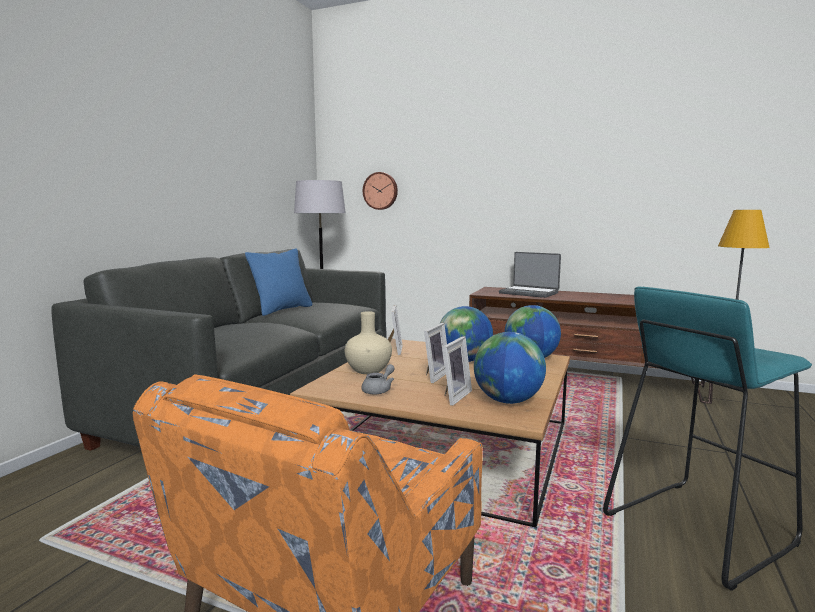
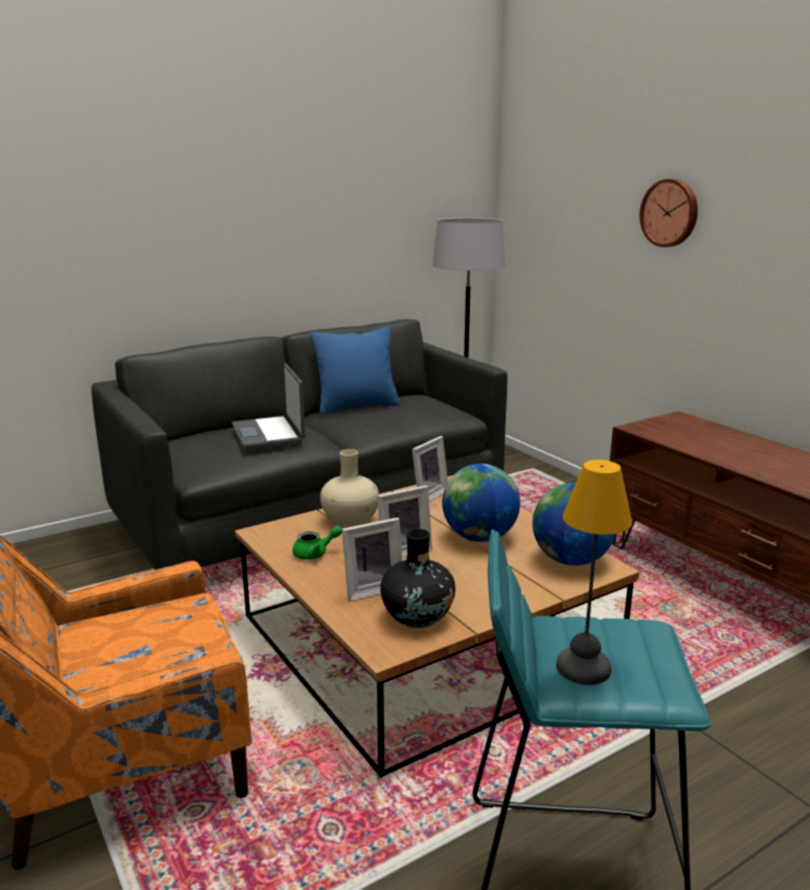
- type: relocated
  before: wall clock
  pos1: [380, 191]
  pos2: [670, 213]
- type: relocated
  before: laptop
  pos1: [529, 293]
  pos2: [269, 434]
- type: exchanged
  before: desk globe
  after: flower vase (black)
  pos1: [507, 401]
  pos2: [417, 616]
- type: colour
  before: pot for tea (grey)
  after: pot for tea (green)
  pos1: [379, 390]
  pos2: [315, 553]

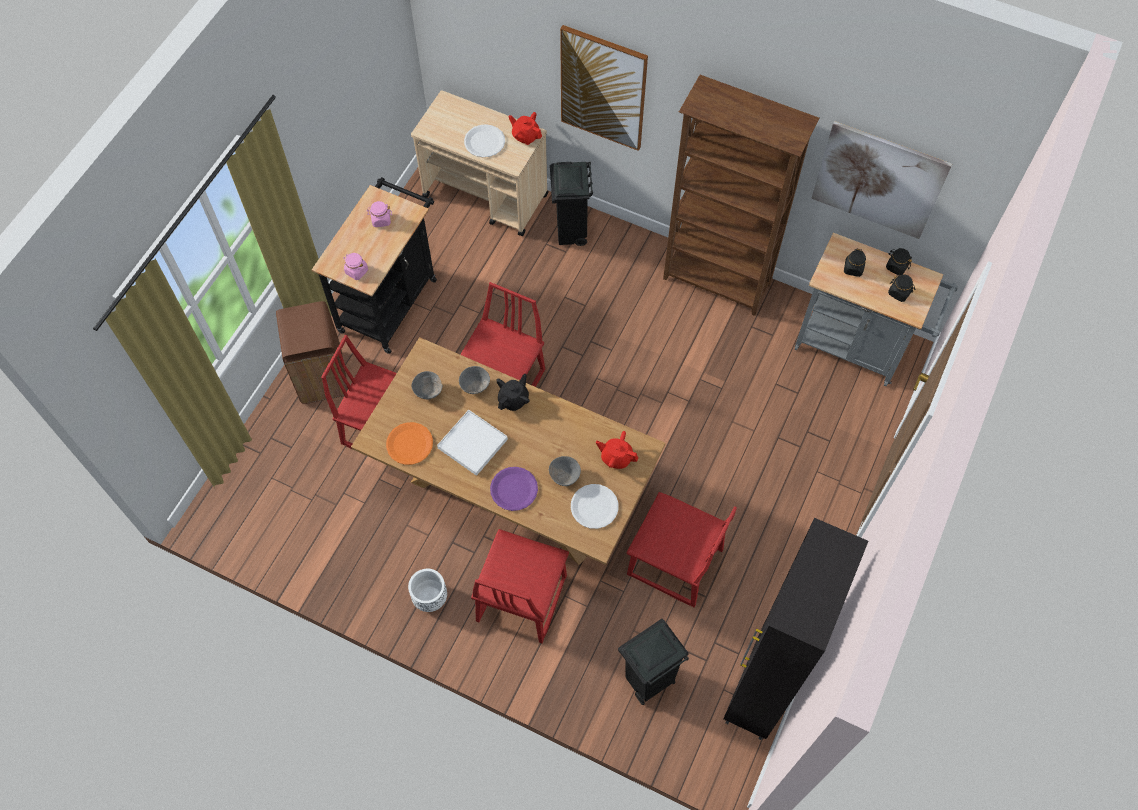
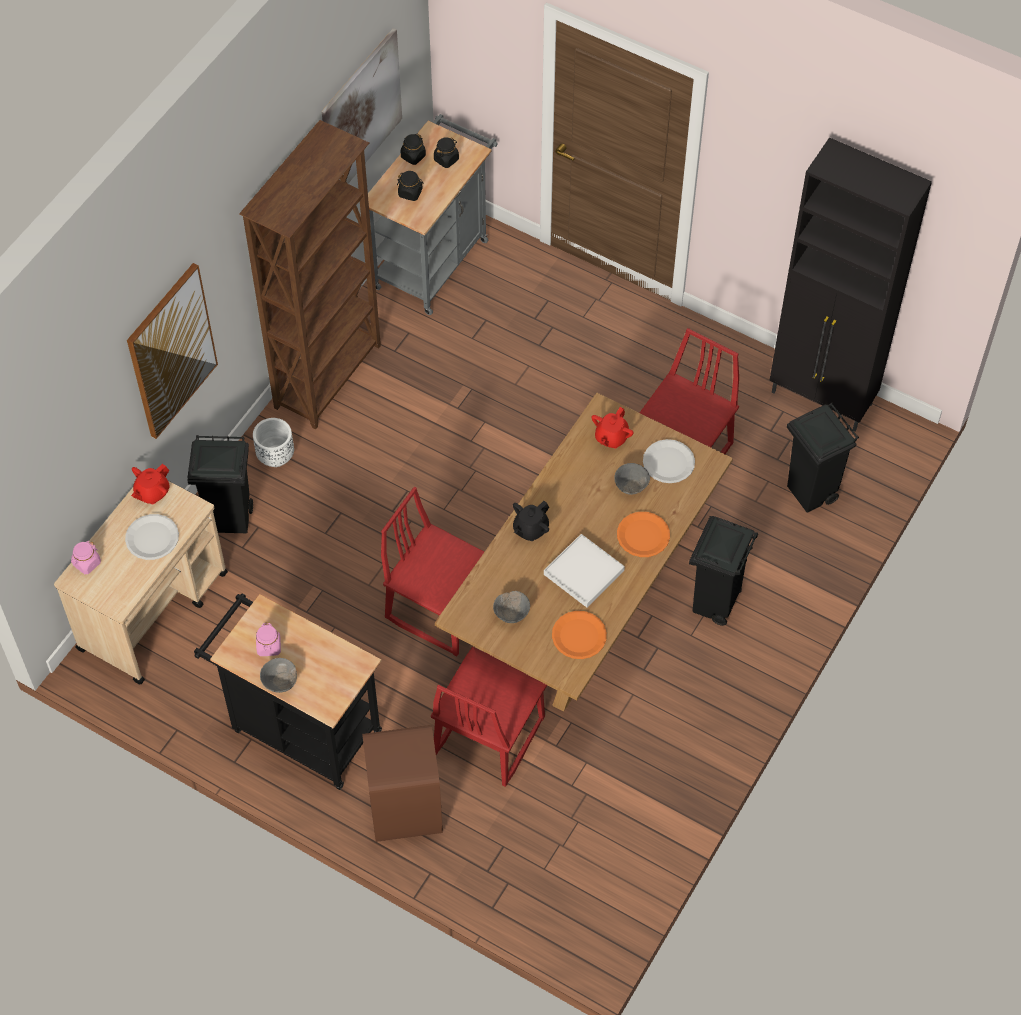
- type: relocated
  before: jar (pinkish)
  pos1: [356, 271]
  pos2: [86, 563]
- type: relocated
  before: serving bowl (grey)
  pos1: [475, 387]
  pos2: [280, 683]
- type: spun
  before: pot for tea (black)
  pos1: [513, 399]
  pos2: [530, 529]
  turn: -90
- type: colour
  before: dinner plate (purplish)
  after: dinner plate (orangey)
  pos1: [514, 489]
  pos2: [643, 535]
- type: exchanged
  before: upright chair (red-coloured)
  after: trash can (black)
  pos1: [520, 598]
  pos2: [714, 604]
- type: relocated
  before: plant pot (white-coloured)
  pos1: [430, 598]
  pos2: [276, 456]

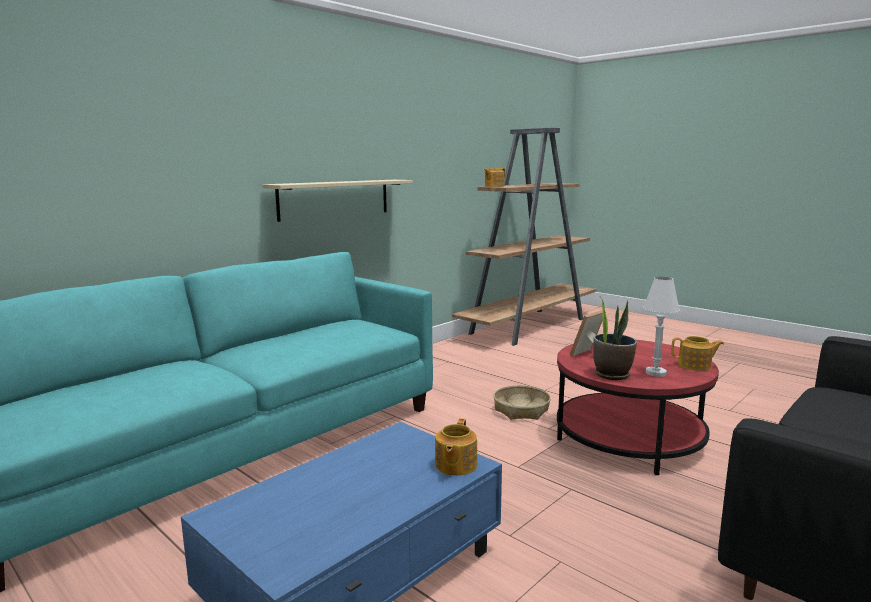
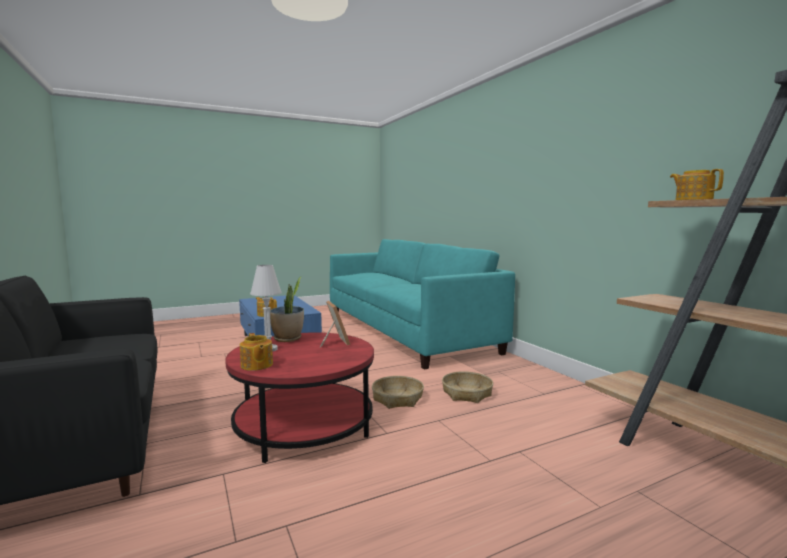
- type: missing
  before: bracket shelf (beige-coloured)
  pos1: [335, 199]
- type: spun
  before: pot for tea
  pos1: [695, 365]
  pos2: [256, 365]
  turn: -60
- type: appeared
  after: storage basket
  pos2: [467, 393]

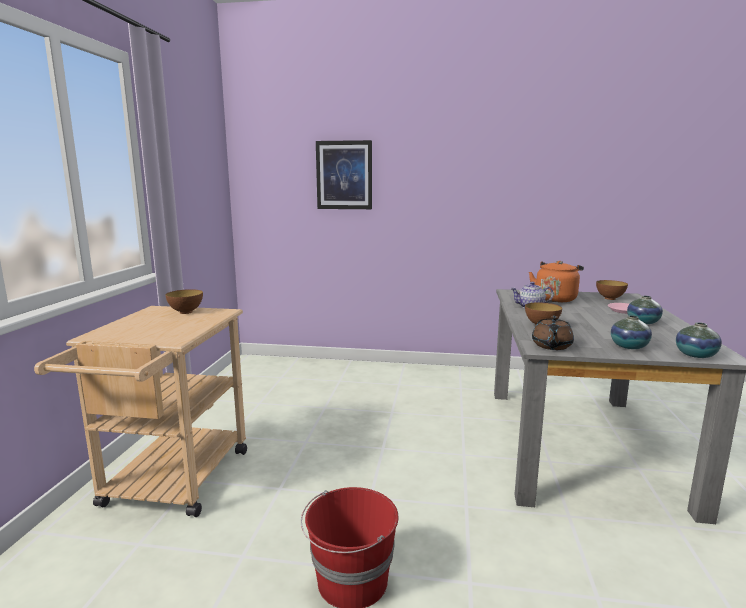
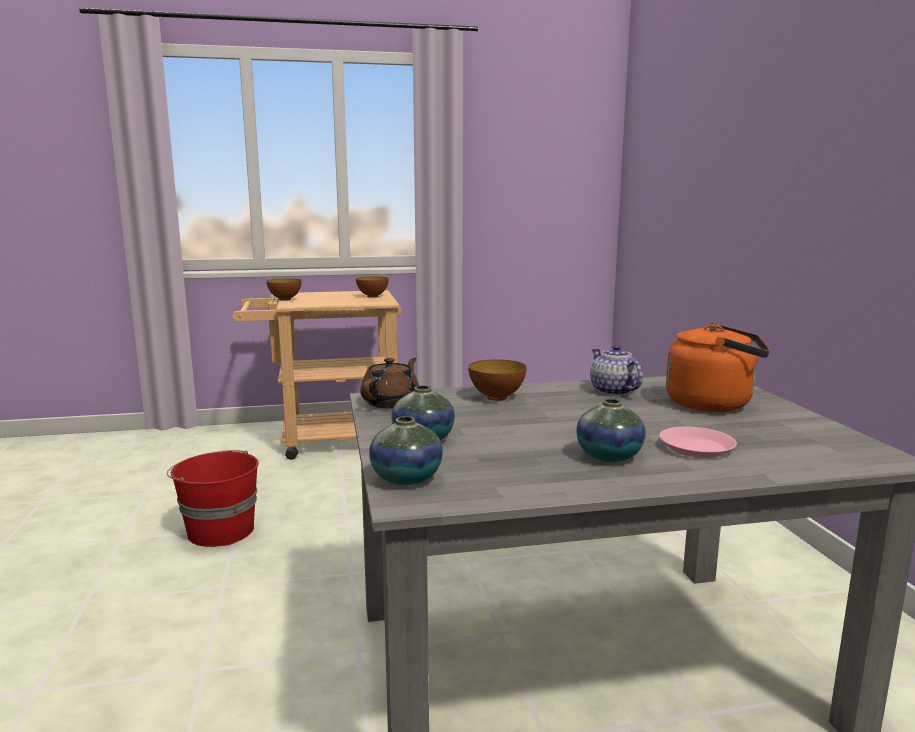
- type: missing
  before: wall picture
  pos1: [344, 175]
- type: relocated
  before: serving bowl
  pos1: [610, 298]
  pos2: [285, 299]
- type: spun
  before: pot for tea (brown-coloured)
  pos1: [551, 346]
  pos2: [391, 402]
  turn: 120

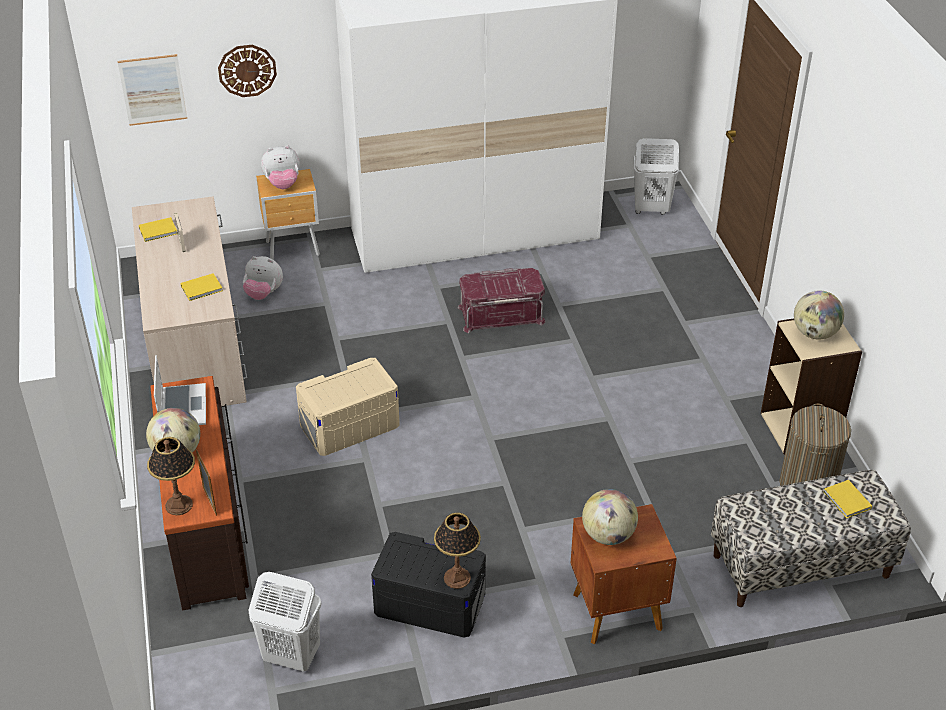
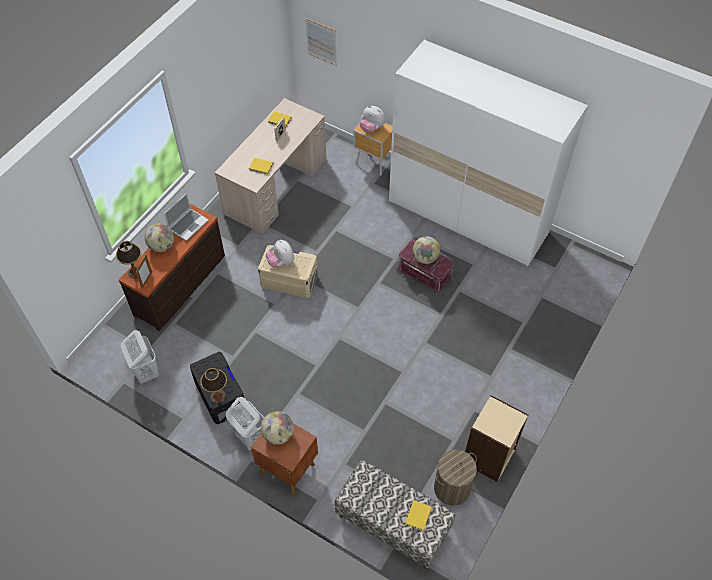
- type: missing
  before: wall clock
  pos1: [247, 70]
- type: relocated
  before: hamper (white-coloured)
  pos1: [651, 209]
  pos2: [249, 436]
- type: relocated
  before: soft toy
  pos1: [263, 293]
  pos2: [281, 262]
- type: relocated
  before: desk globe
  pos1: [814, 333]
  pos2: [425, 258]

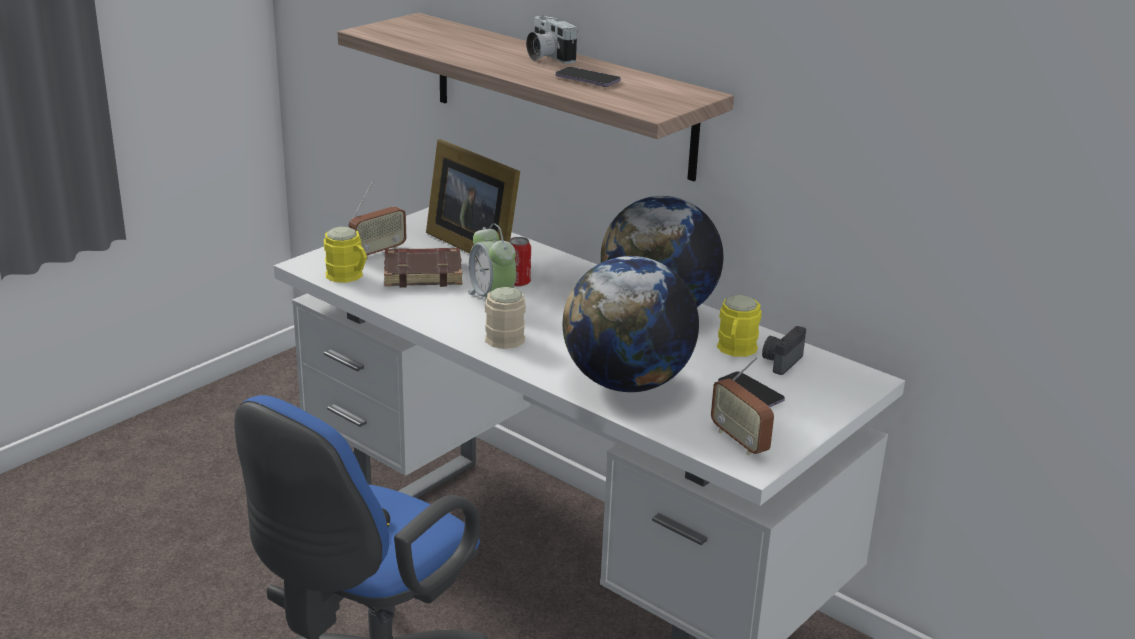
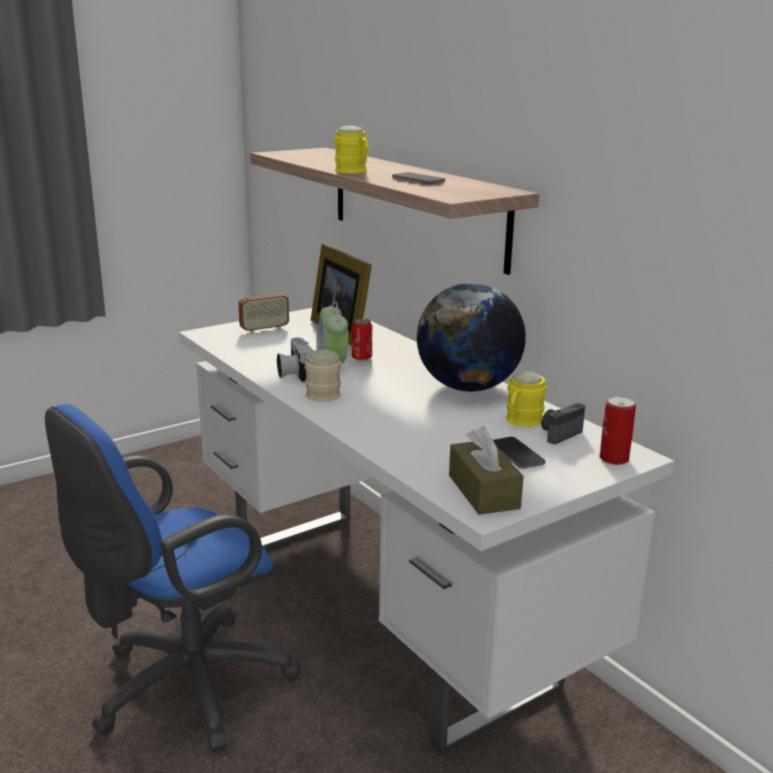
- type: relocated
  before: still camera
  pos1: [546, 57]
  pos2: [294, 374]
- type: relocated
  before: mug (yellow-coloured)
  pos1: [349, 276]
  pos2: [354, 171]
- type: missing
  before: book (brown-coloured)
  pos1: [423, 273]
- type: missing
  before: desk globe
  pos1: [627, 383]
- type: exchanged
  before: radio
  after: box of tissues (brown-coloured)
  pos1: [739, 441]
  pos2: [483, 492]
- type: appeared
  after: can
  pos2: [614, 459]

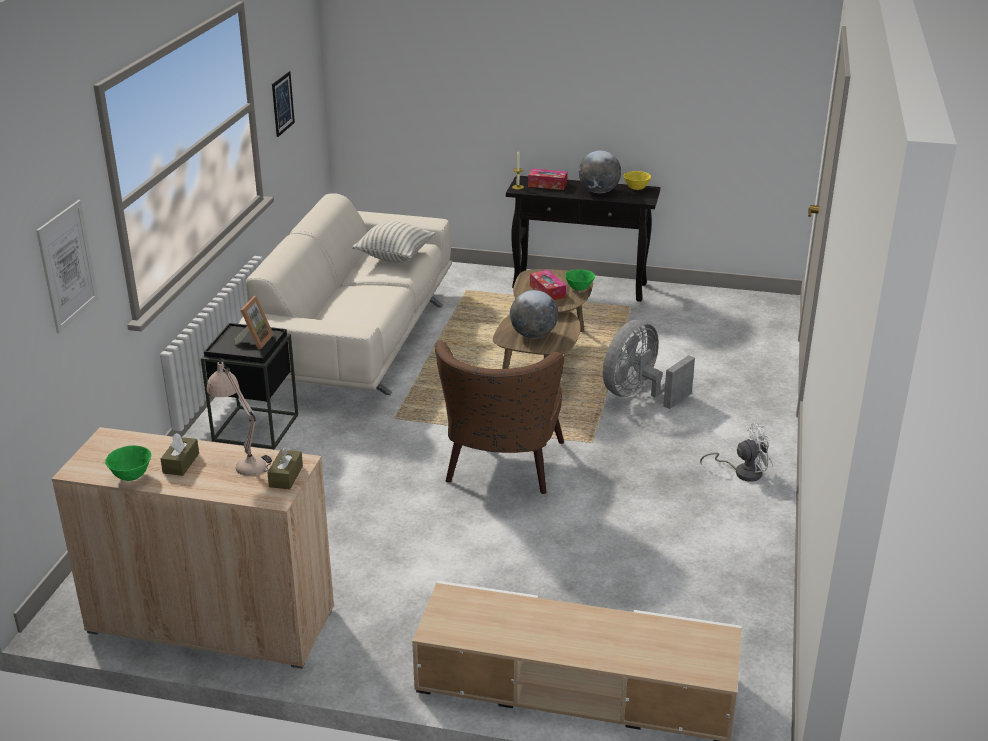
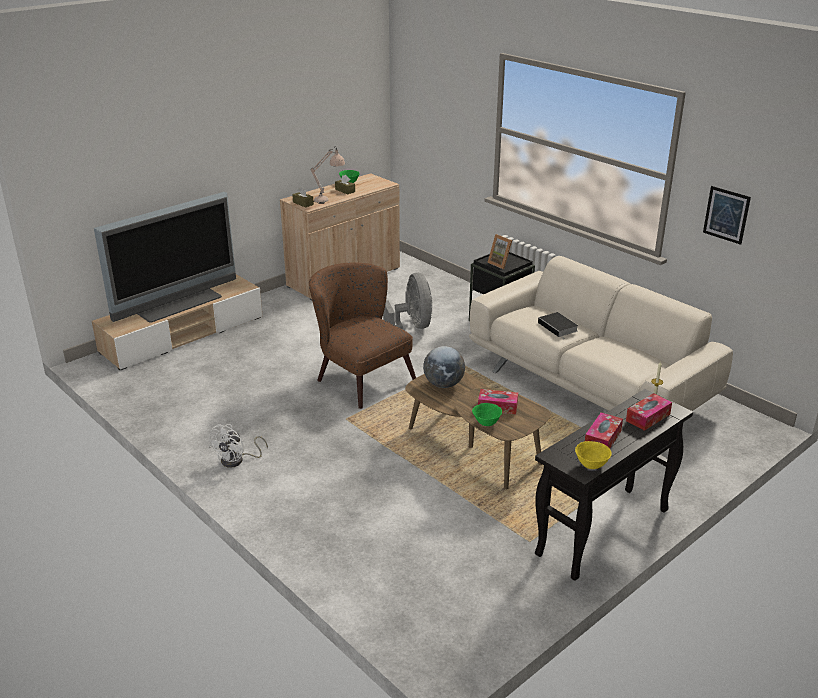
- type: exchanged
  before: desk globe
  after: box of tissues
  pos1: [598, 192]
  pos2: [602, 438]
- type: missing
  before: wall picture
  pos1: [67, 266]
- type: missing
  before: throw pillow
  pos1: [395, 256]
- type: relocated
  before: fan (grey)
  pos1: [639, 395]
  pos2: [412, 327]
- type: appeared
  after: TV set
  pos2: [178, 303]
- type: appeared
  after: book
  pos2: [558, 327]

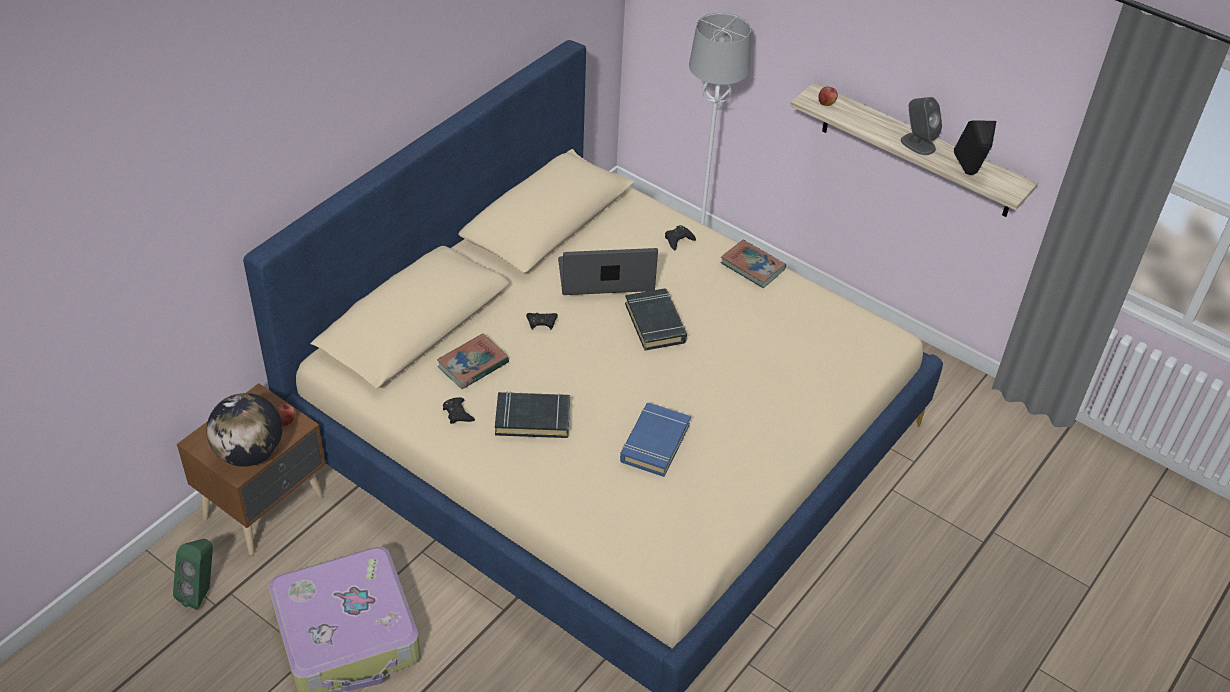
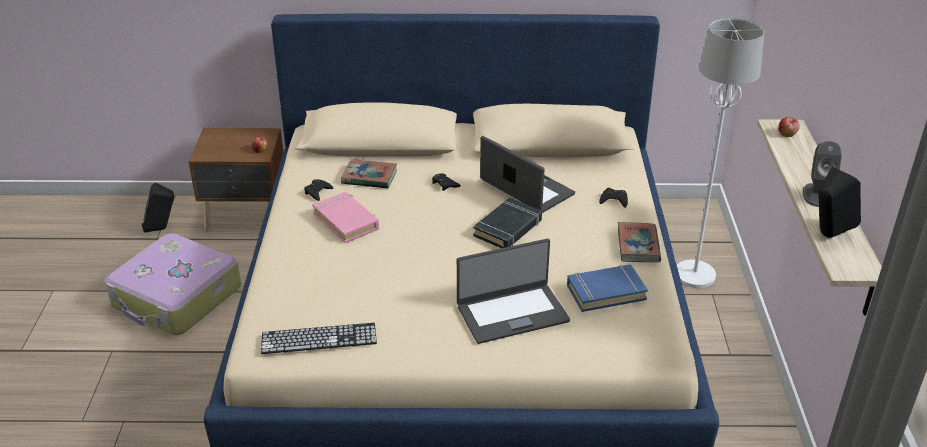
- type: colour
  before: book (black)
  after: book (pinkish)
  pos1: [533, 419]
  pos2: [346, 221]
- type: missing
  before: desk globe
  pos1: [250, 453]
- type: relocated
  before: book (blue)
  pos1: [654, 443]
  pos2: [605, 292]
- type: colour
  before: loudspeaker (green)
  after: loudspeaker (black)
  pos1: [202, 592]
  pos2: [162, 229]
- type: appeared
  after: laptop
  pos2: [512, 313]
- type: appeared
  after: computer keyboard
  pos2: [319, 338]

